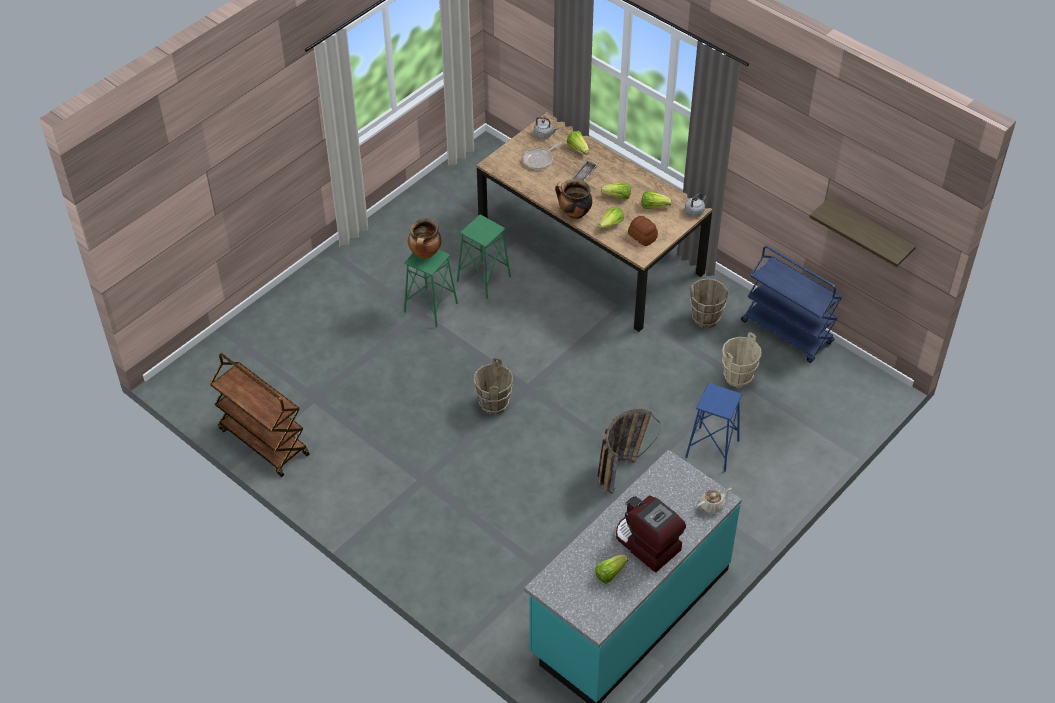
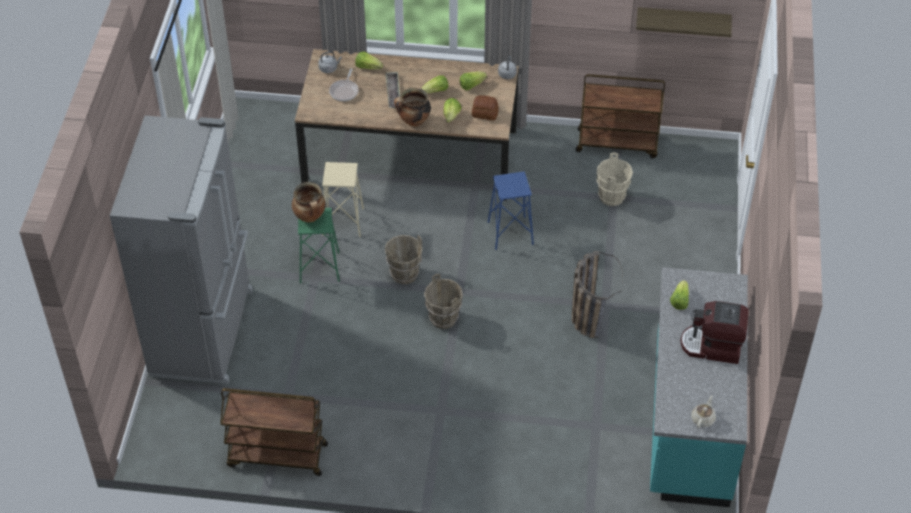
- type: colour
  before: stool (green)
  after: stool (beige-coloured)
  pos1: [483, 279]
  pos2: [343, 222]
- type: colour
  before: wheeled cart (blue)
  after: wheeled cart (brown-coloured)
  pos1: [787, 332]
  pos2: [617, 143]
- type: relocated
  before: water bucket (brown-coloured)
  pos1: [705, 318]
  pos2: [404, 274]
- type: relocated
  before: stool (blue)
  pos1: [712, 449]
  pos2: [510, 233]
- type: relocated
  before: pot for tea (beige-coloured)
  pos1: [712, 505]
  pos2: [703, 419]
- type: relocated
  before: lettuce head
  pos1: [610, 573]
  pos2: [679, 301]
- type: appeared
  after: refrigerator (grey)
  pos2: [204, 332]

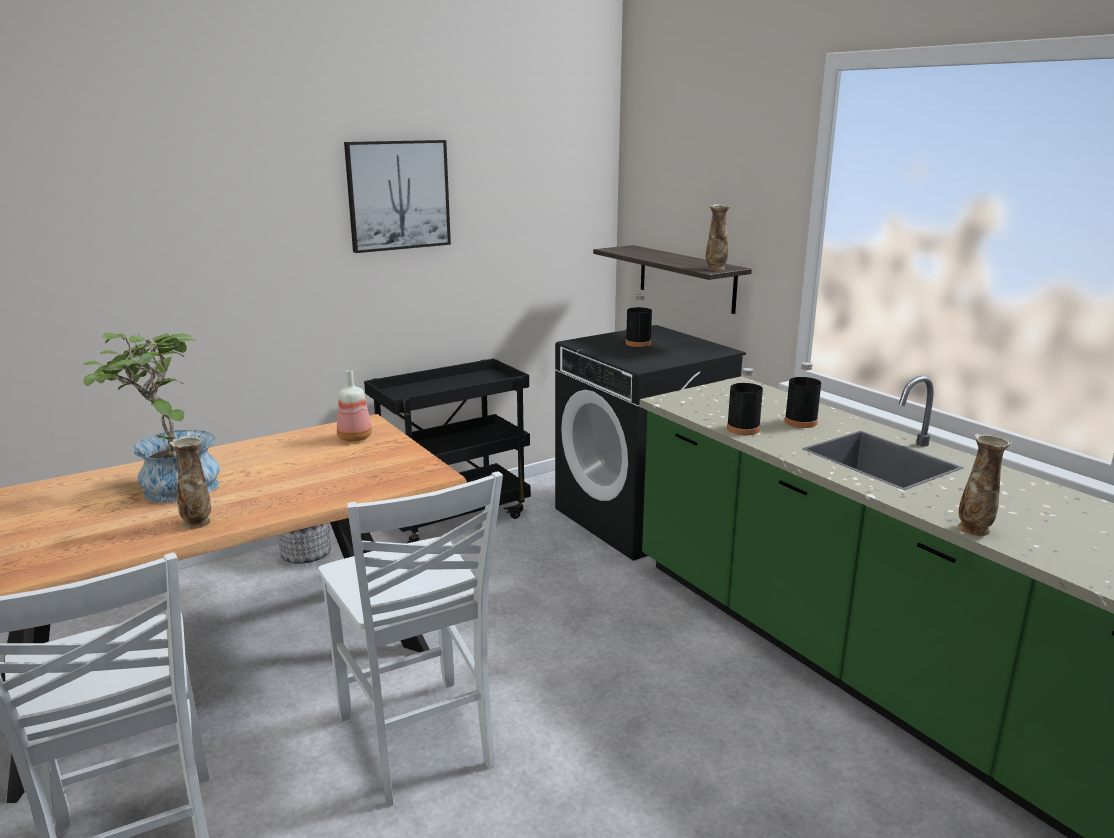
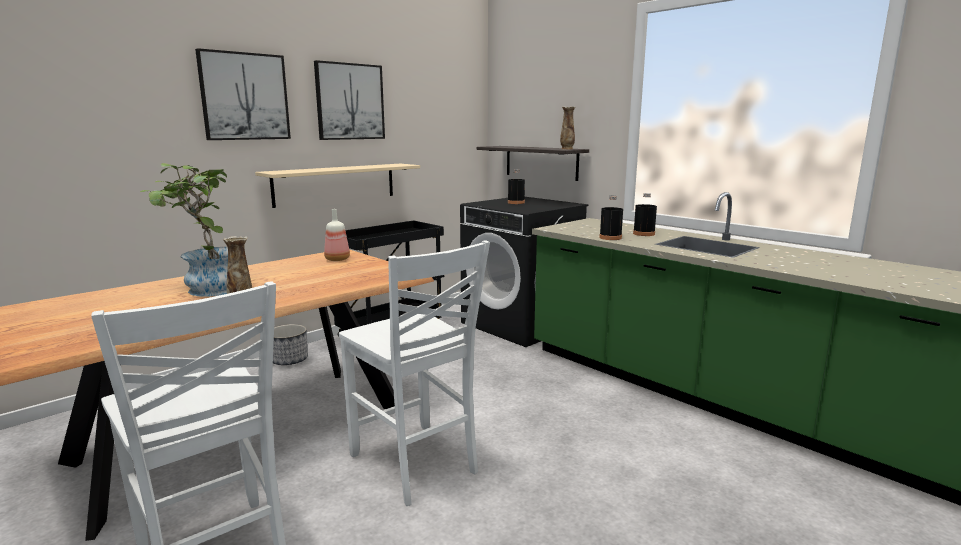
- type: missing
  before: flower vase
  pos1: [974, 529]
- type: appeared
  after: wall picture
  pos2: [244, 96]
- type: appeared
  after: bracket shelf (beige-coloured)
  pos2: [335, 184]

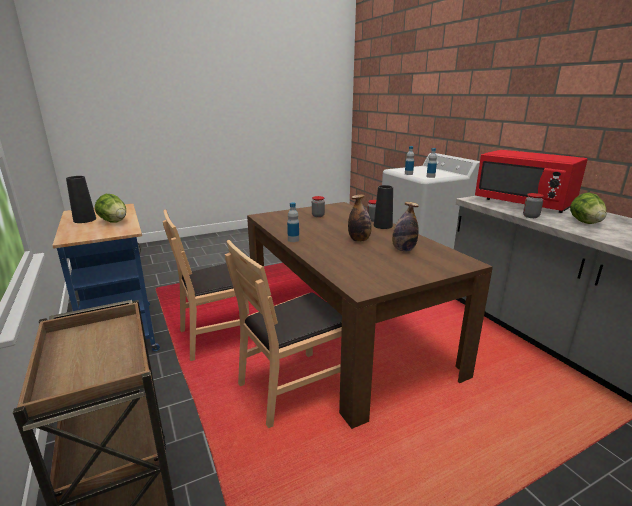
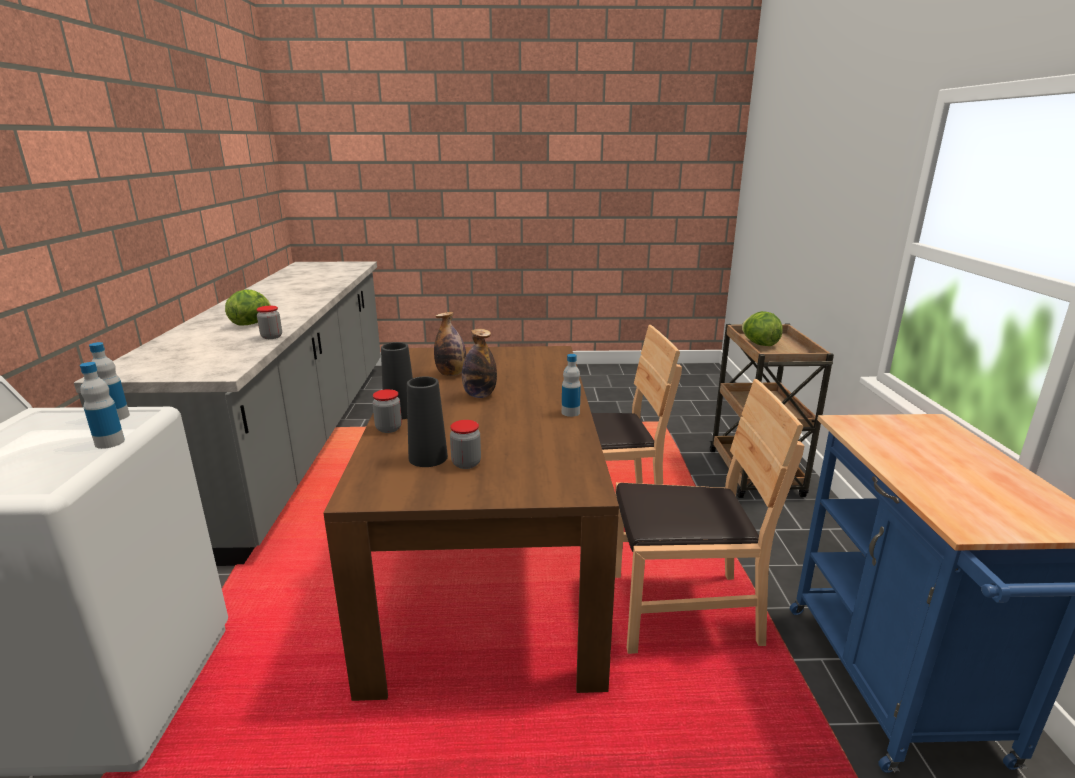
- type: missing
  before: microwave oven (red-coloured)
  pos1: [524, 203]
- type: relocated
  before: flower vase (black)
  pos1: [85, 220]
  pos2: [428, 457]
- type: relocated
  before: lettuce head
  pos1: [114, 221]
  pos2: [759, 344]

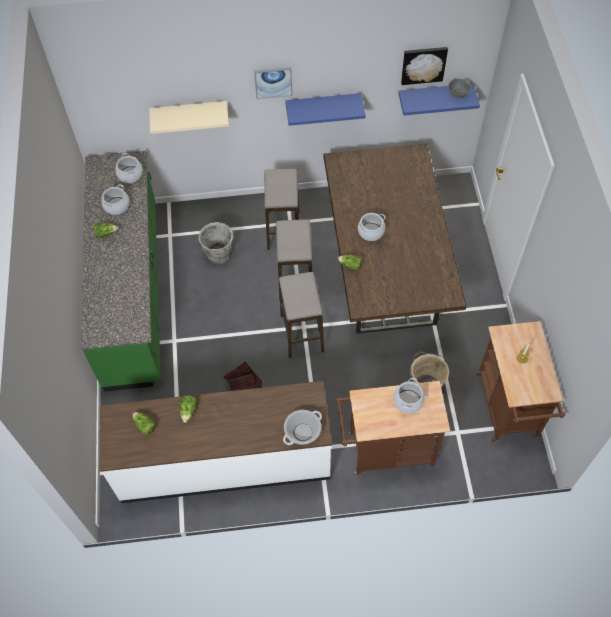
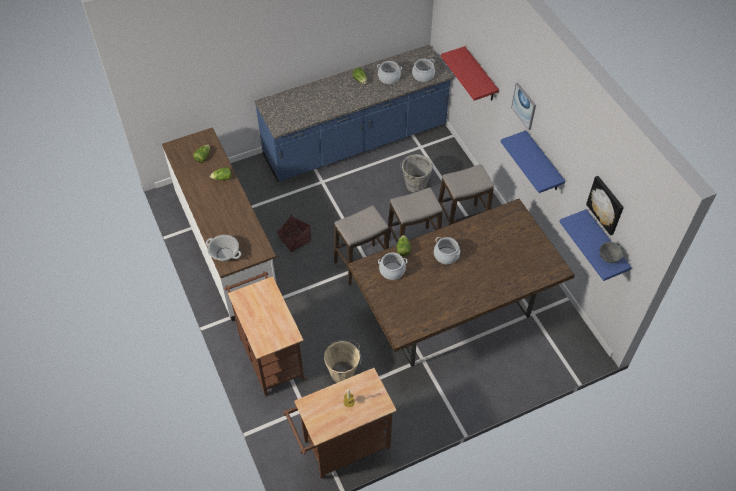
- type: colour
  before: bracket shelf (beige-coloured)
  after: bracket shelf (red-coloured)
  pos1: [189, 113]
  pos2: [480, 75]
- type: colour
  before: counter (green)
  after: counter (blue)
  pos1: [133, 293]
  pos2: [355, 142]
- type: relocated
  before: stockpot
  pos1: [408, 401]
  pos2: [392, 271]

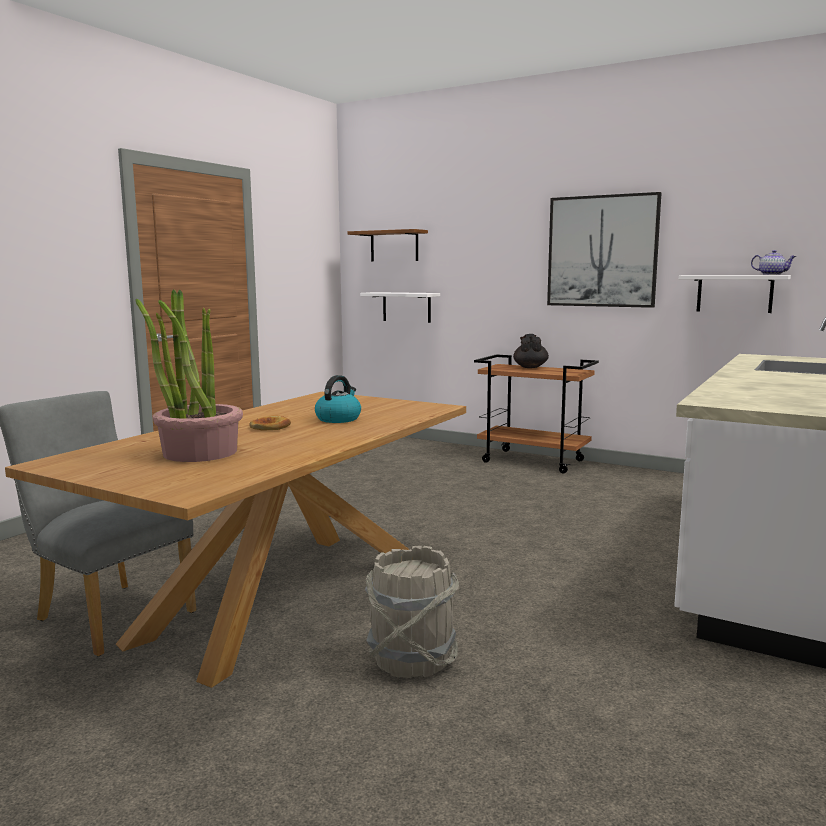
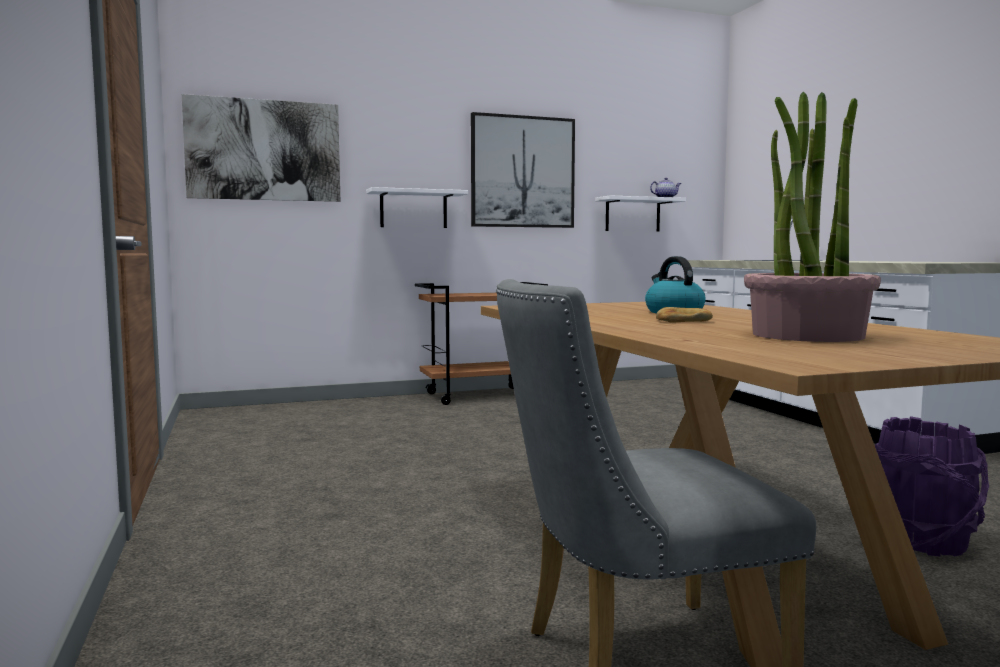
- type: exchanged
  before: bracket shelf (brown-coloured)
  after: wall picture
  pos1: [394, 246]
  pos2: [264, 150]
- type: relocated
  before: bracket shelf (white-coloured)
  pos1: [406, 307]
  pos2: [413, 209]
- type: missing
  before: pot for tea (black)
  pos1: [530, 367]
- type: colour
  before: water bucket (grey)
  after: water bucket (purplish)
  pos1: [411, 659]
  pos2: [920, 541]

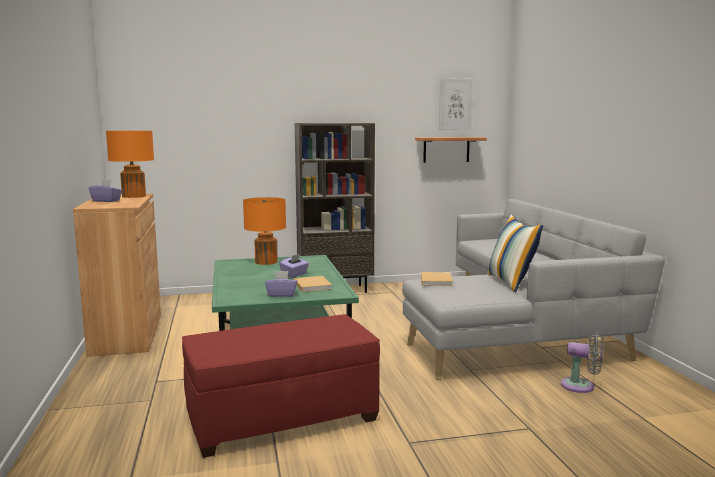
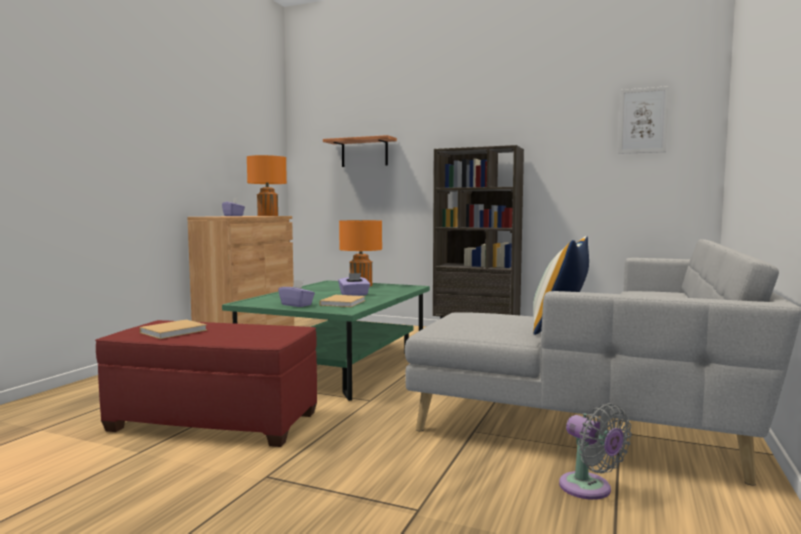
- type: relocated
  before: bracket shelf
  pos1: [446, 149]
  pos2: [364, 152]
- type: relocated
  before: book (beige-coloured)
  pos1: [436, 280]
  pos2: [175, 331]

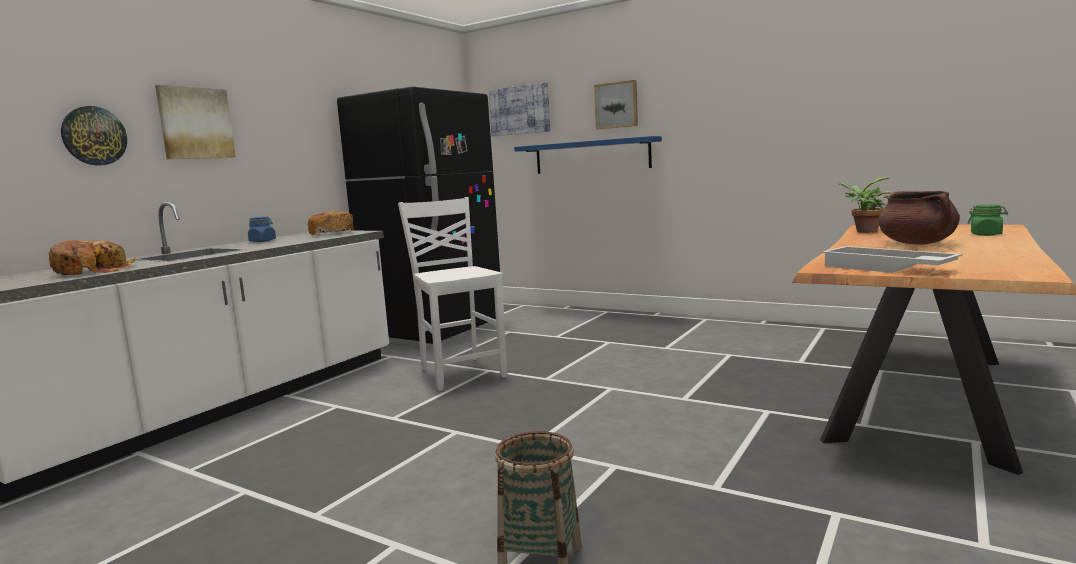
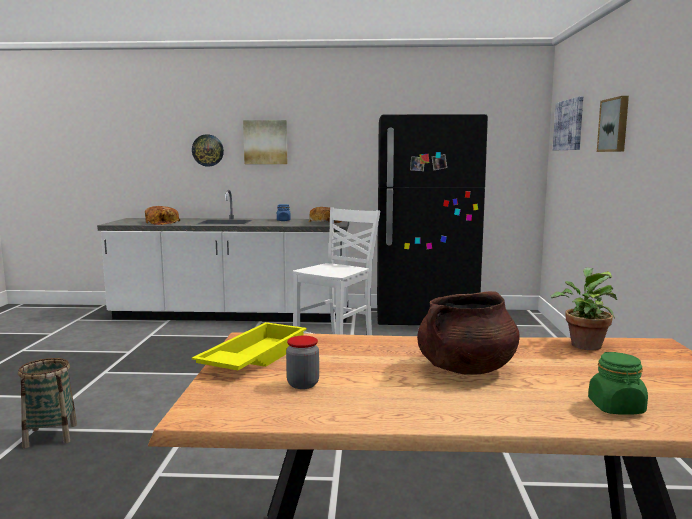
- type: missing
  before: bracket shelf (blue)
  pos1: [591, 156]
- type: colour
  before: serving tray (white-coloured)
  after: serving tray (yellow-coloured)
  pos1: [885, 268]
  pos2: [253, 357]
- type: appeared
  after: jar
  pos2: [303, 384]

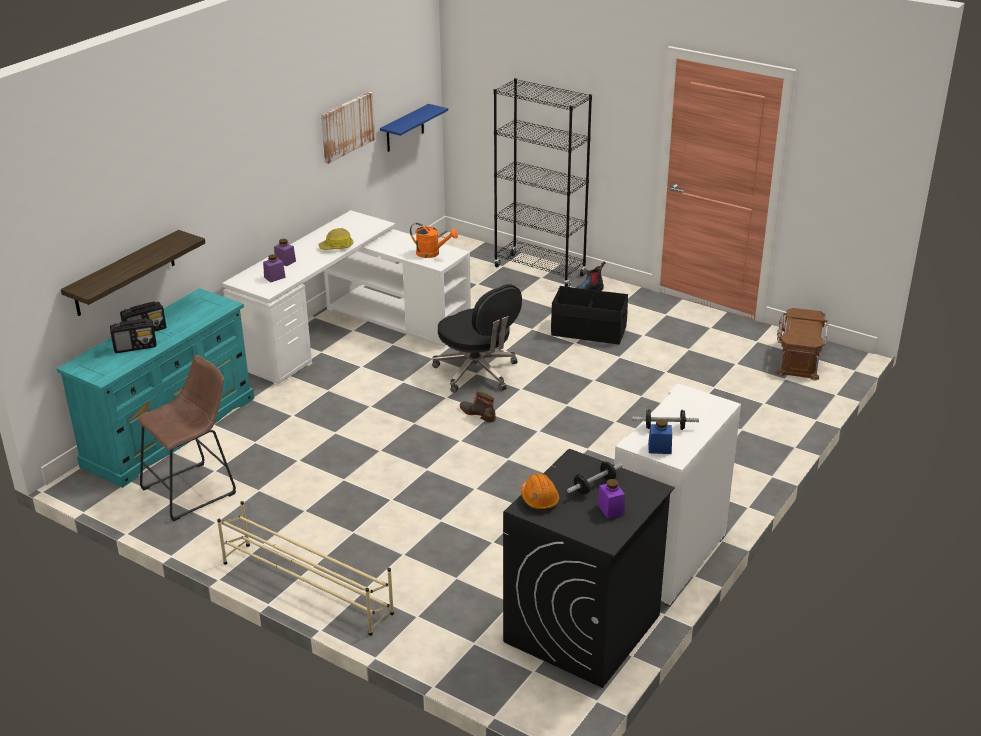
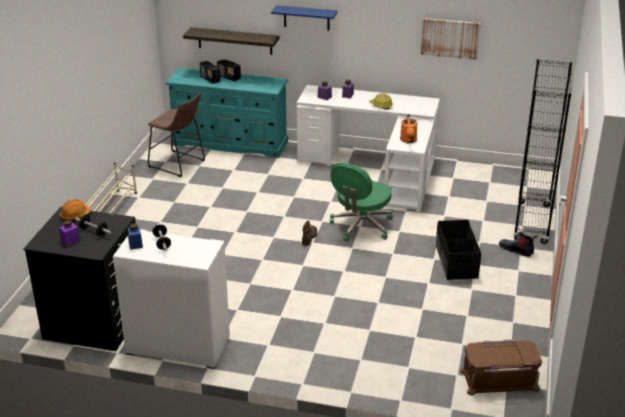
- type: relocated
  before: bracket shelf (blue)
  pos1: [405, 128]
  pos2: [306, 18]
- type: colour
  before: desk chair (black)
  after: desk chair (green)
  pos1: [477, 373]
  pos2: [361, 226]

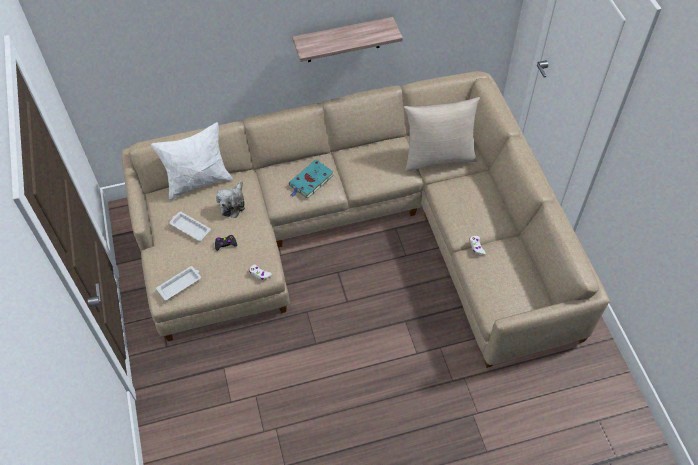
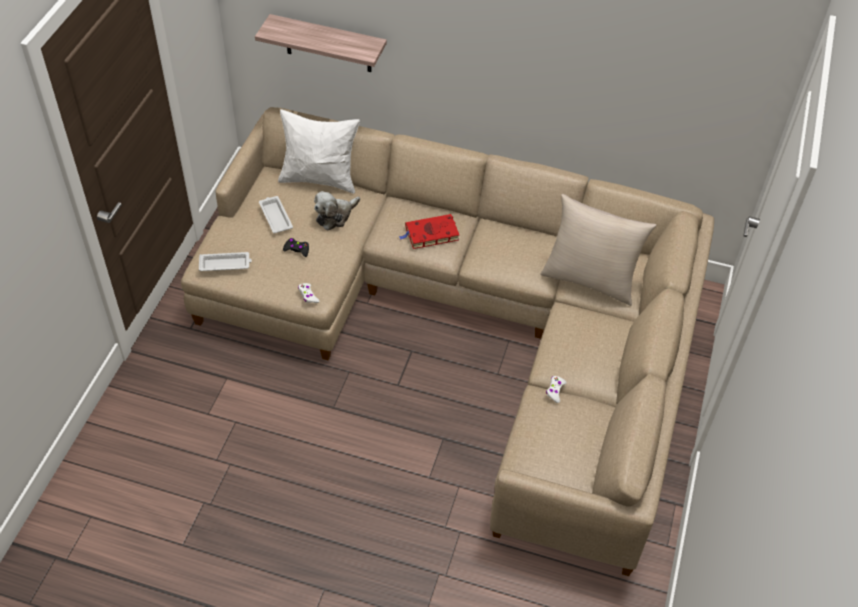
- type: relocated
  before: bracket shelf
  pos1: [343, 40]
  pos2: [328, 44]
- type: colour
  before: book (turquoise)
  after: book (red-coloured)
  pos1: [310, 181]
  pos2: [430, 234]

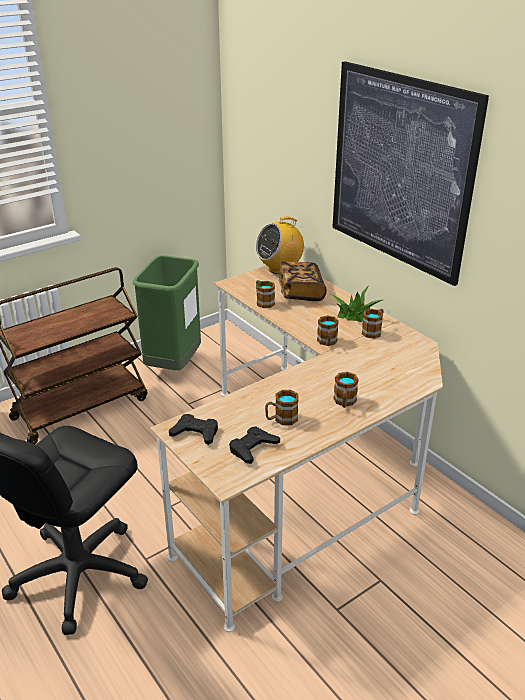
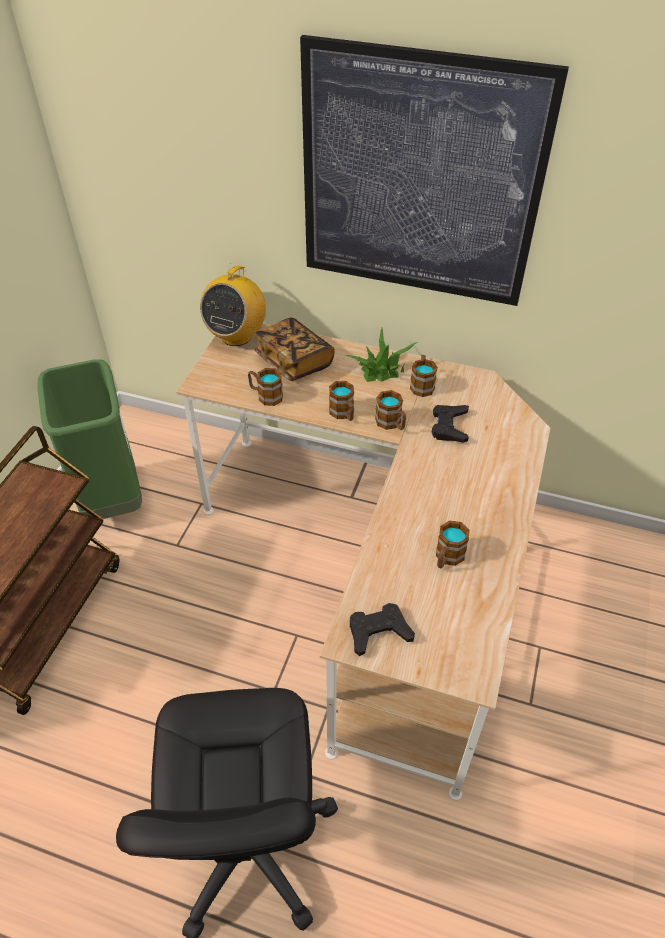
- type: relocated
  before: mug
  pos1: [344, 402]
  pos2: [343, 414]
- type: relocated
  before: gamepad (black)
  pos1: [253, 448]
  pos2: [449, 426]

